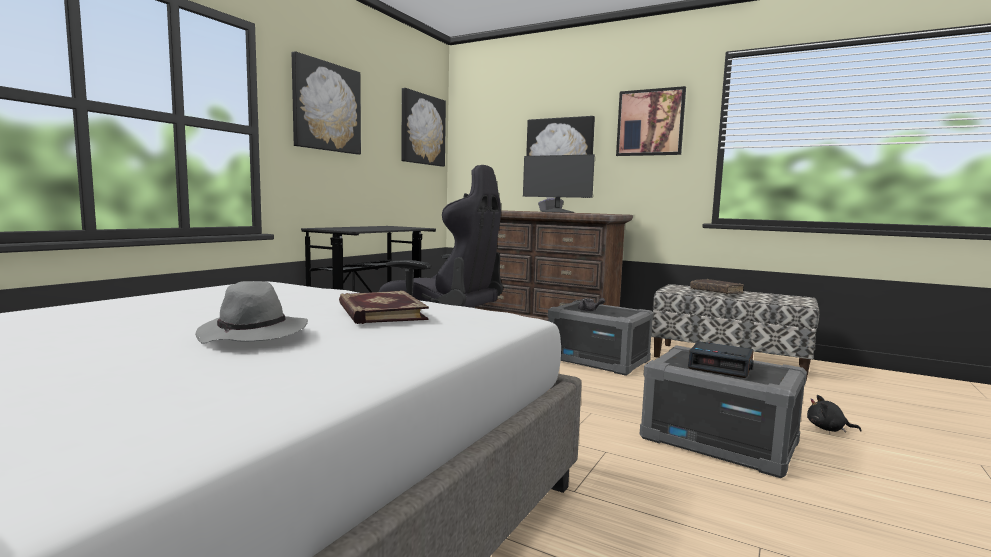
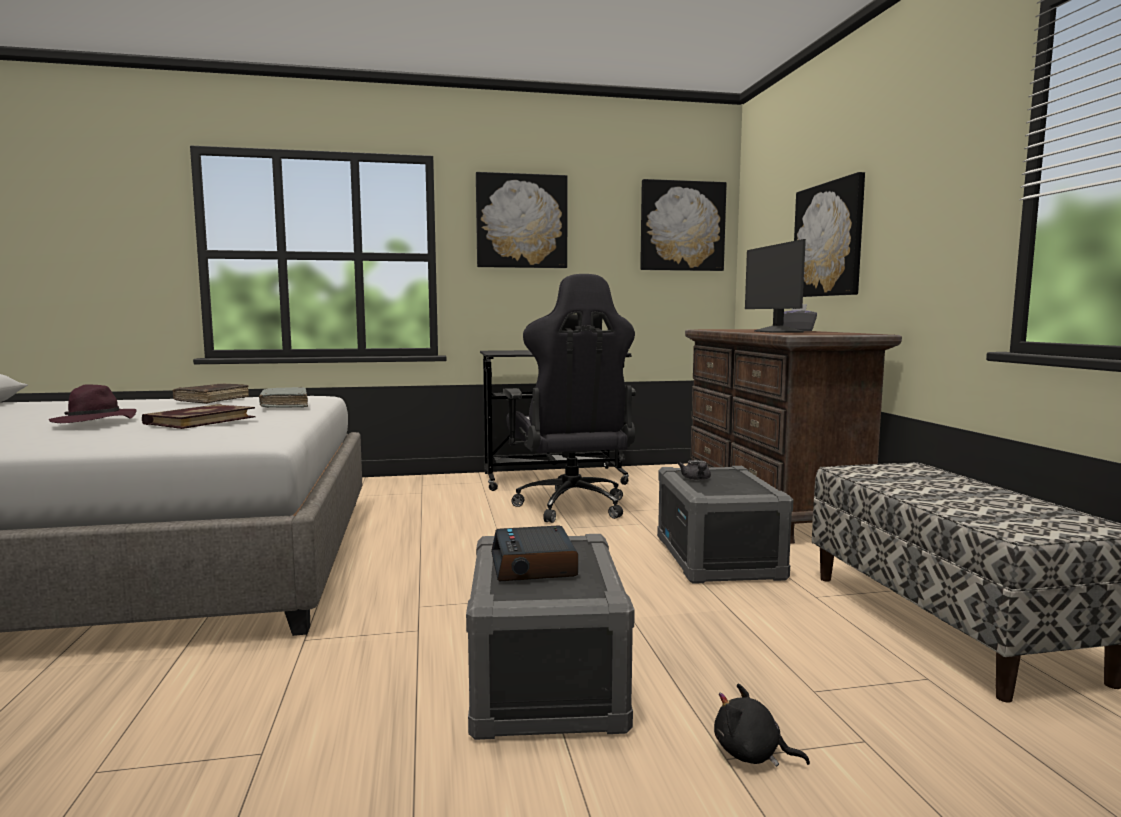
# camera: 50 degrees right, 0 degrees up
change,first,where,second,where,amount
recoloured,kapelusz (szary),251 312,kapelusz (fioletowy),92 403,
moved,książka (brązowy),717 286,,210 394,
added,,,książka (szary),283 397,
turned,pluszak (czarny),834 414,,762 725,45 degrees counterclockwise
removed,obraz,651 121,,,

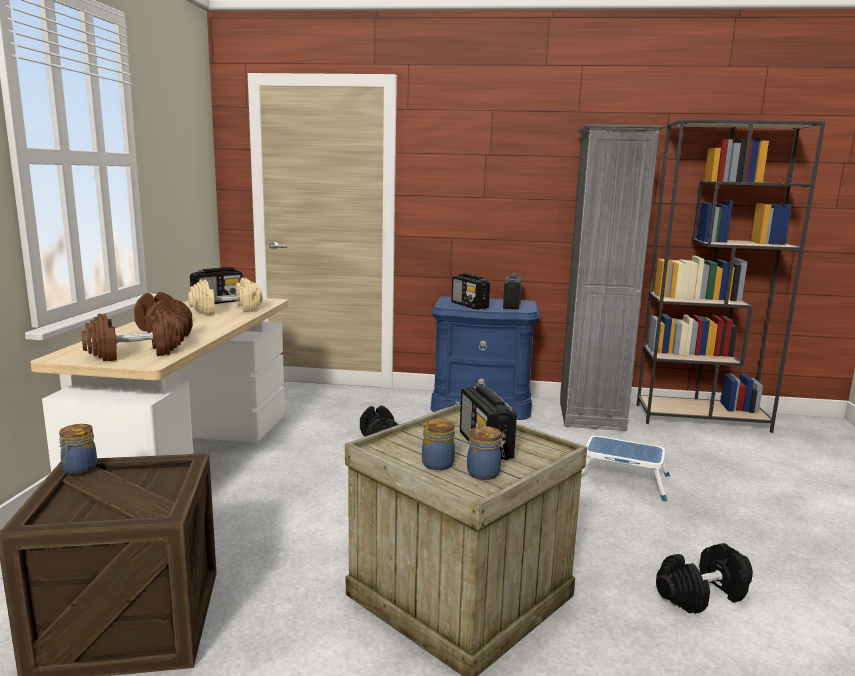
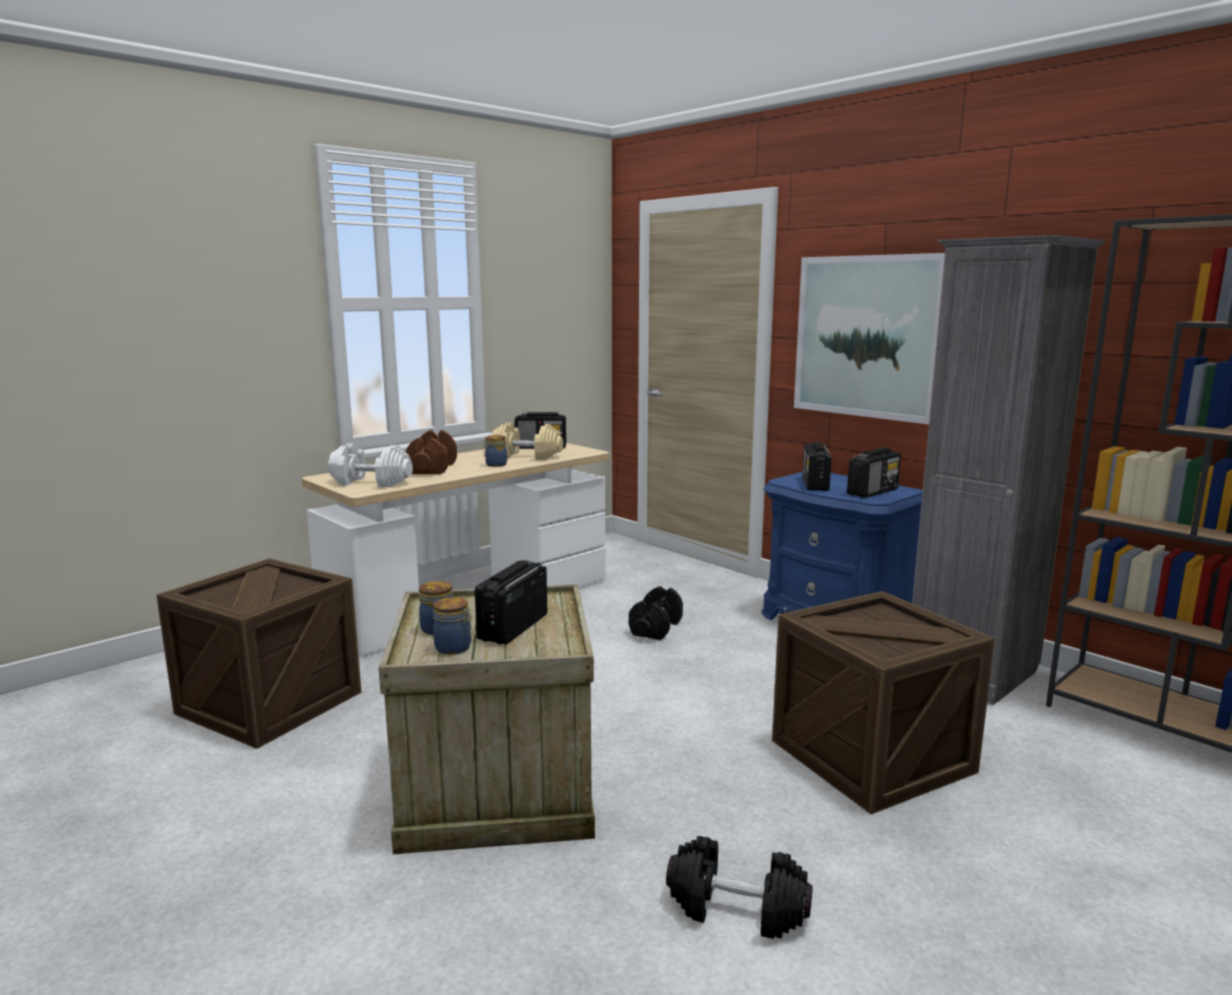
# camera: 40 degrees right, 0 degrees up
change,first,where,second,where,amount
recoloured,hantel (brązowy),132 335,hantel (biały),370 465,
moved,słoik,78 449,,495 451,
replaced,drabinka (niebieski),625 468,skrzynka,883 702,
added,,,obraz,869 338,

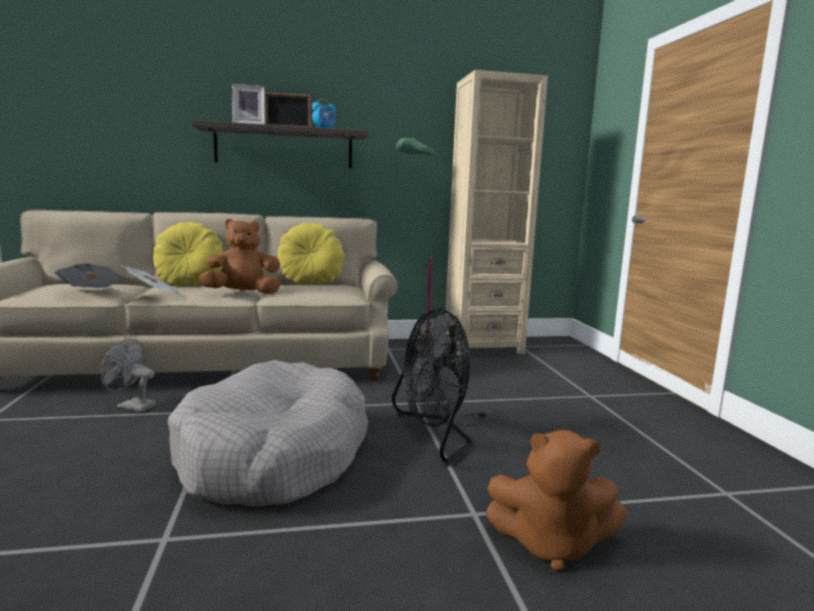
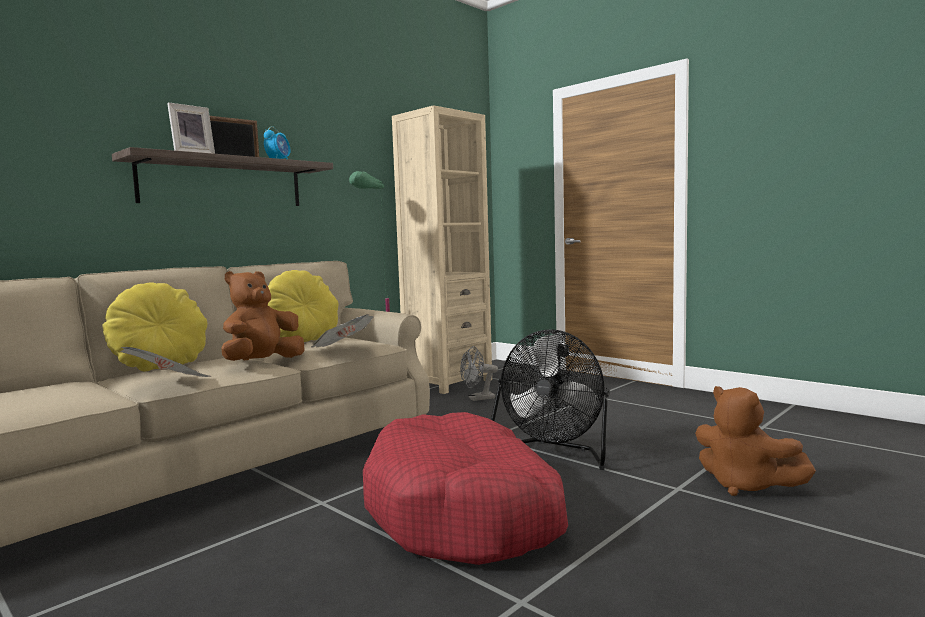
# camera: 35 degrees left, 5 degrees down
change,first,where,second,where,amount
moved,gazeta,88 276,,342 330,
recoloured,legowisko (szary),268 433,legowisko (czerwony),465 488,
moved,wentylator (szary),128 375,,479 373,
turned,pluszak (brązowy),556 501,,755 441,75 degrees clockwise

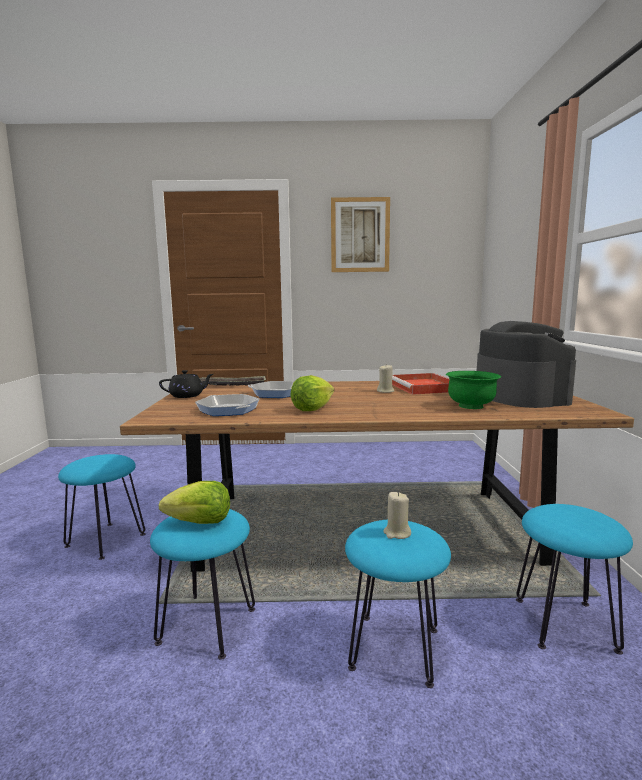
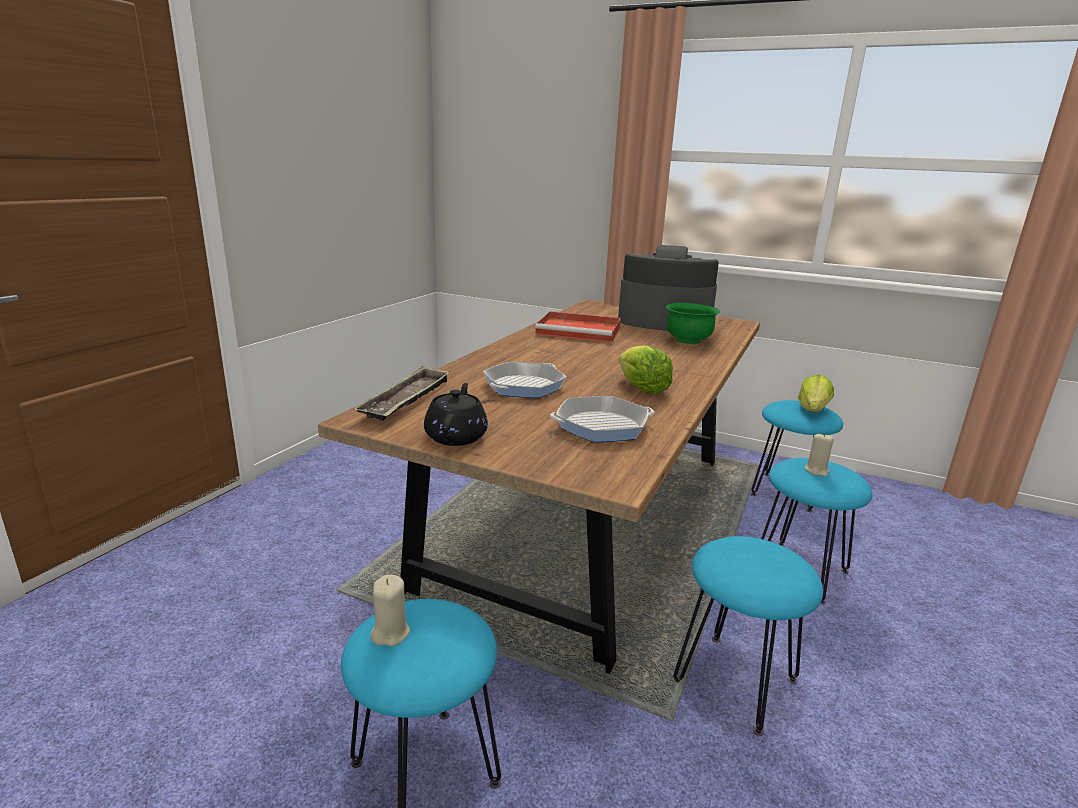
# camera: 65 degrees left, 10 degrees up
change,first,where,second,where,amount
moved,świeca (beżowy),385 379,,390 610,
moved,sałata,194 502,,816 393,
removed,obraz,360 234,,,

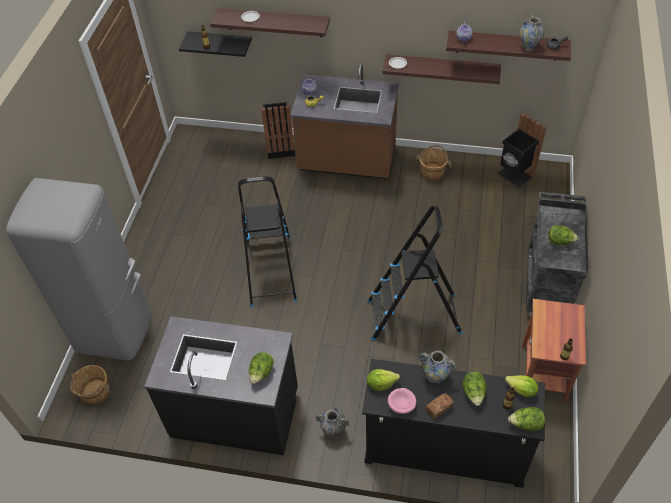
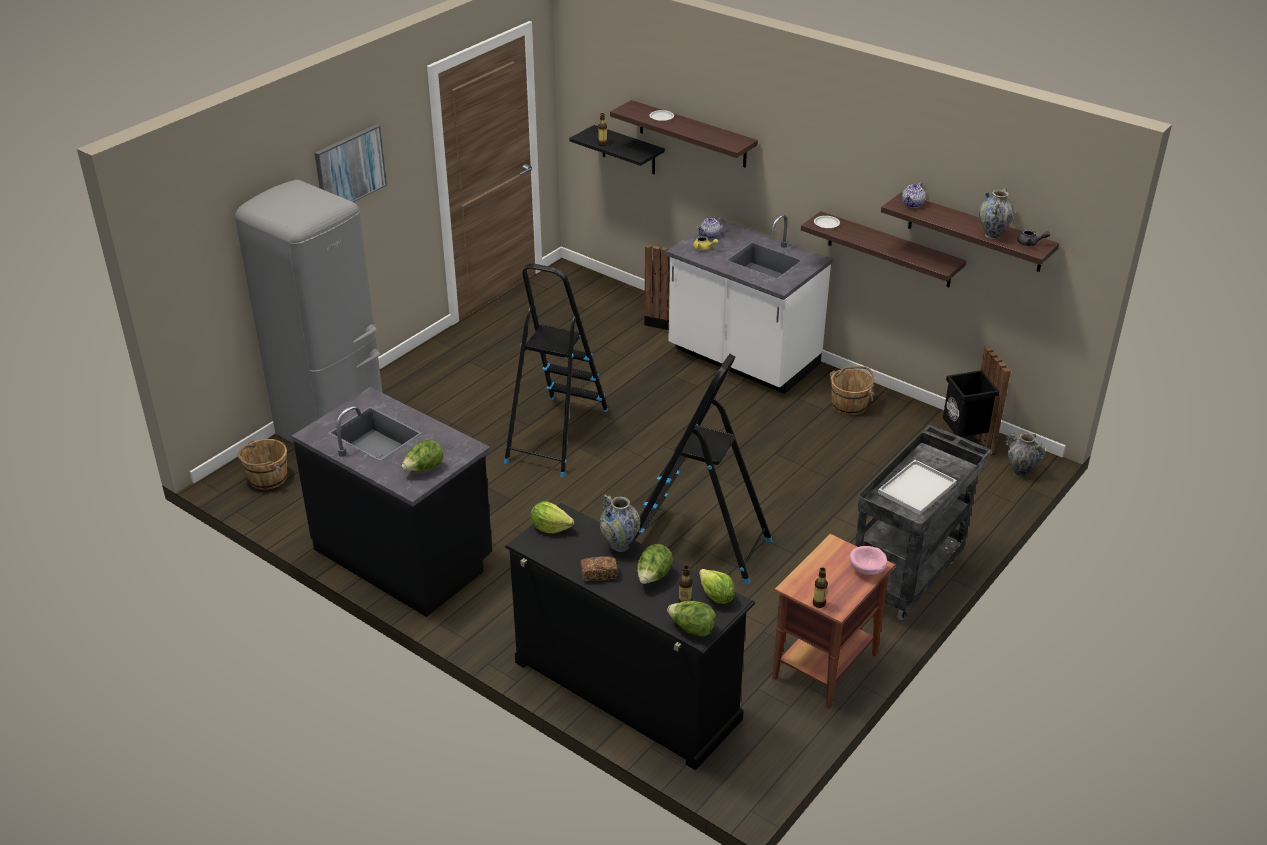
# camera: 25 degrees right, 15 degrees down
change,first,where,second,where,amount
added,,,obraz,351 163,
recoloured,zabudowa kuchenna (brązowy),344 121,zabudowa kuchenna (biały),749 304,
moved,miska (różowy),402 401,,869 560,
replaced,sałata,563 235,taca (biały),917 487,
moved,wazon,332 422,,1025 455,

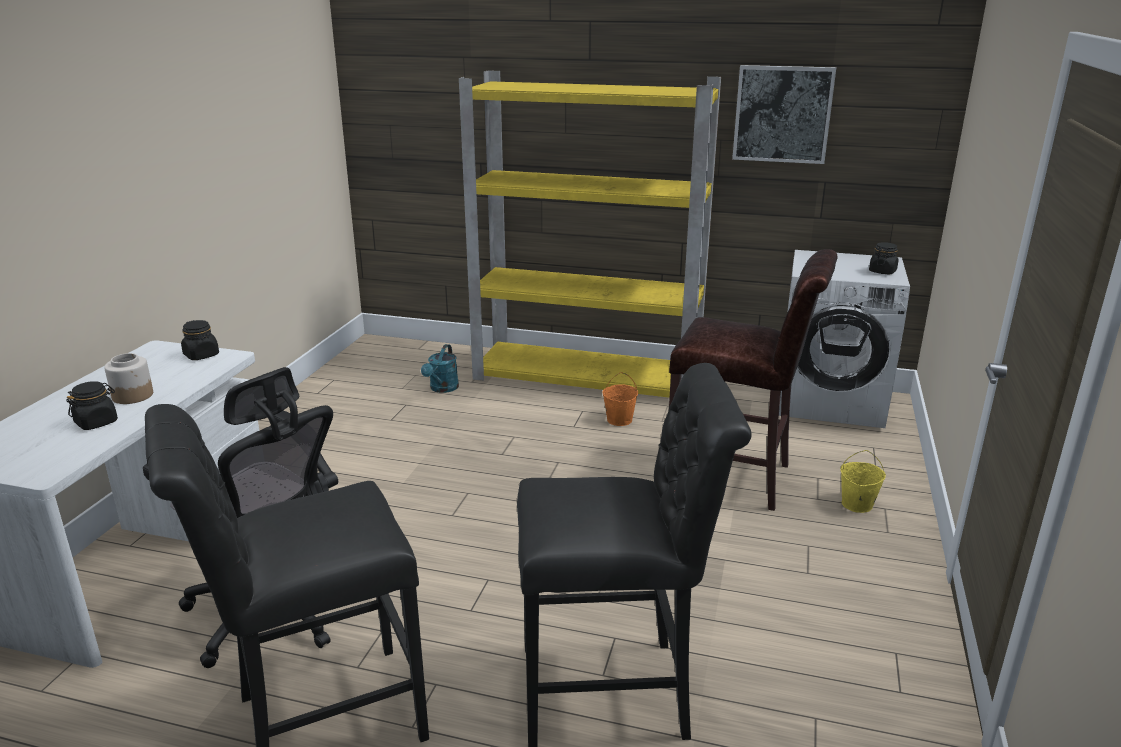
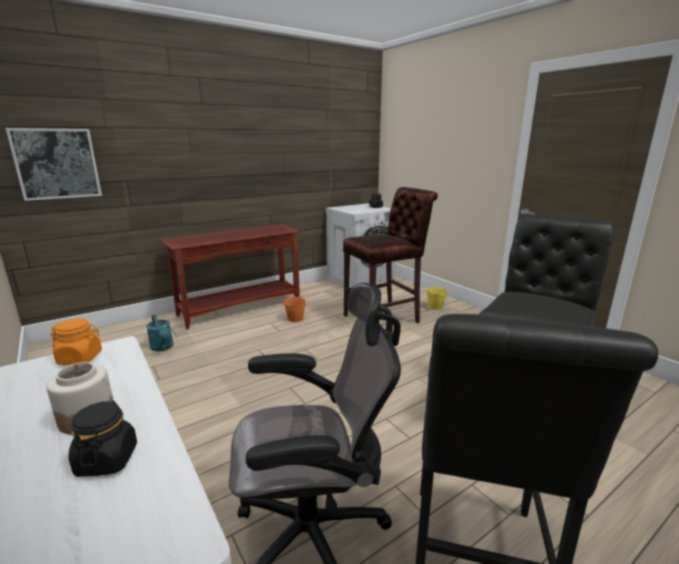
# camera: 50 degrees left, 5 degrees down
change,first,where,second,where,amount
moved,obraz,784 114,,54 164,
recoloured,słoik (czarny),200 340,słoik (pomarańczowy),76 341,
replaced,regał (żółty),590 234,stolik konsolowy (brązowy),231 277,

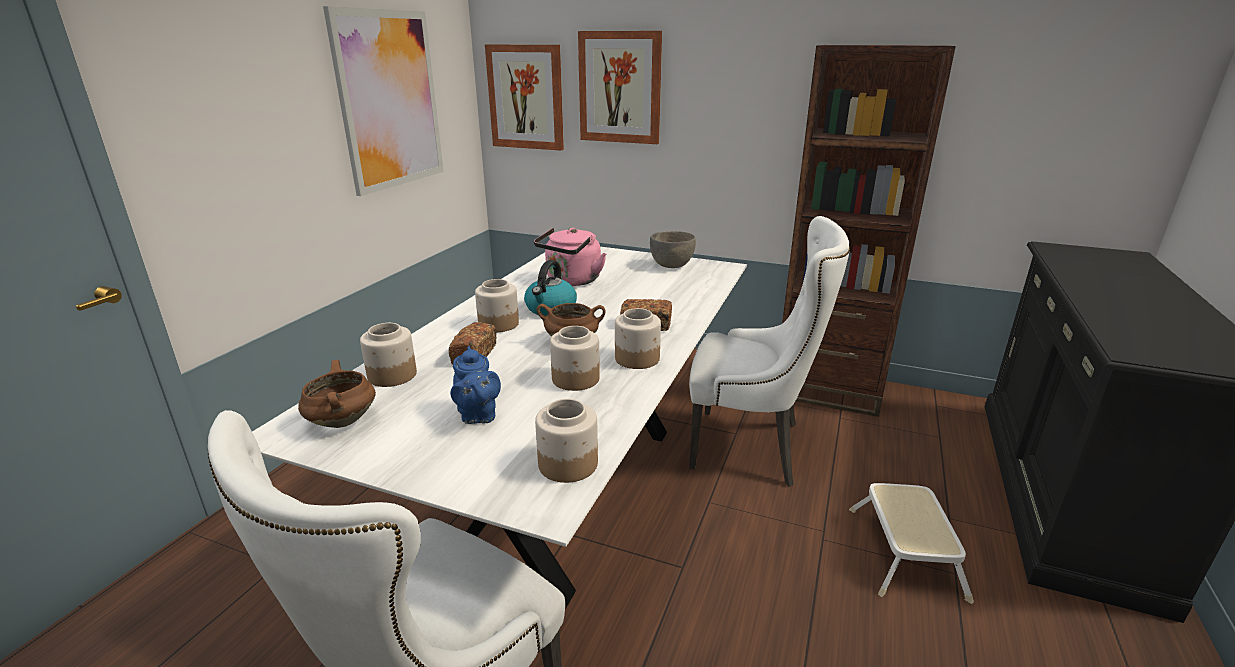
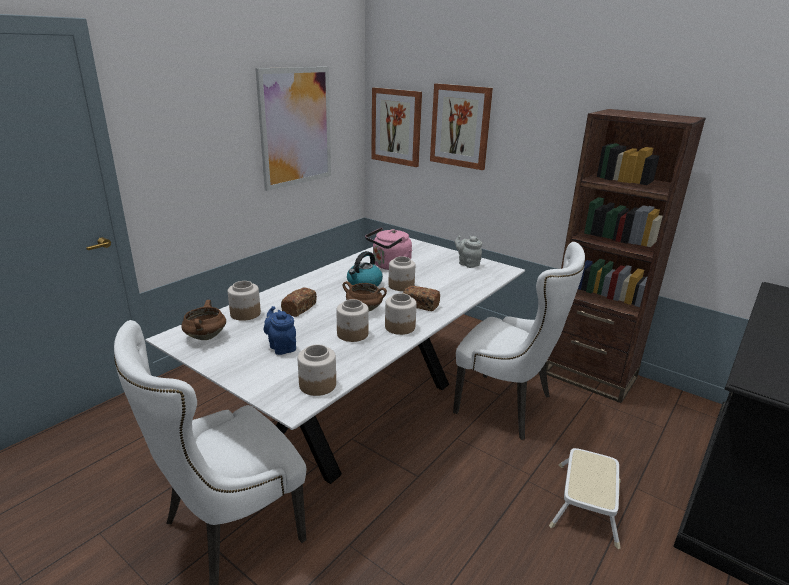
# camera: 15 degrees right, 0 degrees up
change,first,where,second,where,amount
turned,imbryk (niebieski),476 385,,280 330,150 degrees clockwise
moved,słoik,497 305,,401 273,
replaced,miska (szary),673 249,imbryk (szary),468 252,

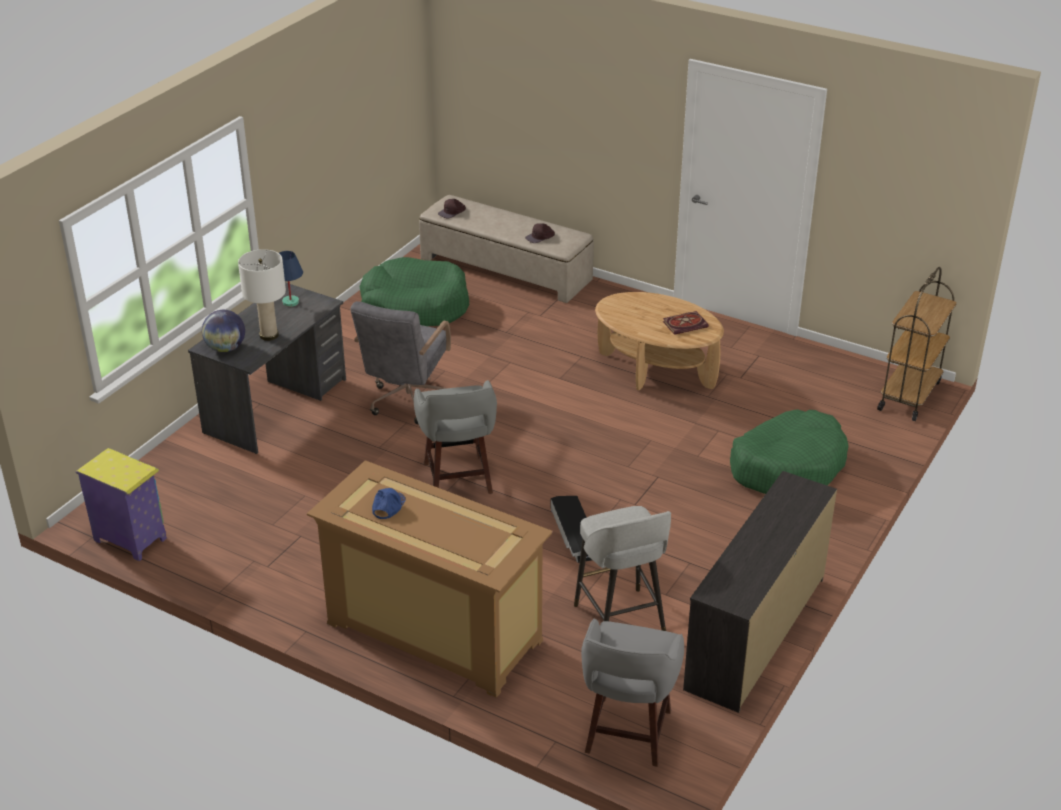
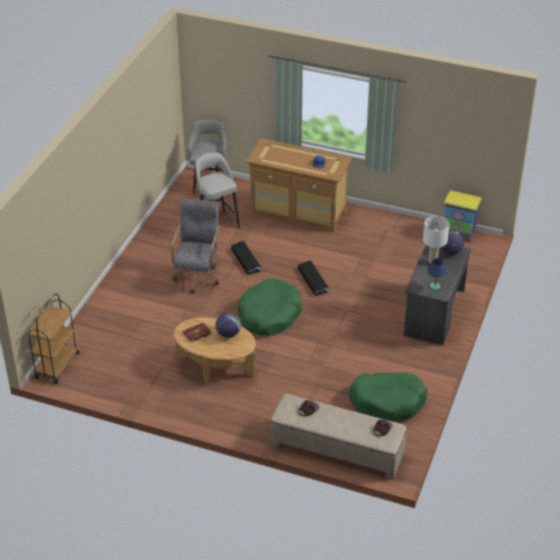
# camera: 170 degrees right, 5 degrees up
change,first,where,second,where,amount
moved,krzesło biurowe (szary),401 362,,195 246,
added,,,globus,228 325,
moved,legowisko (zielony),789 451,,270 307,
replaced,stołek (szary),455 437,pojemnik do przechowywania (czarny),313 278,
removed,komoda (czarny),760 592,,,

